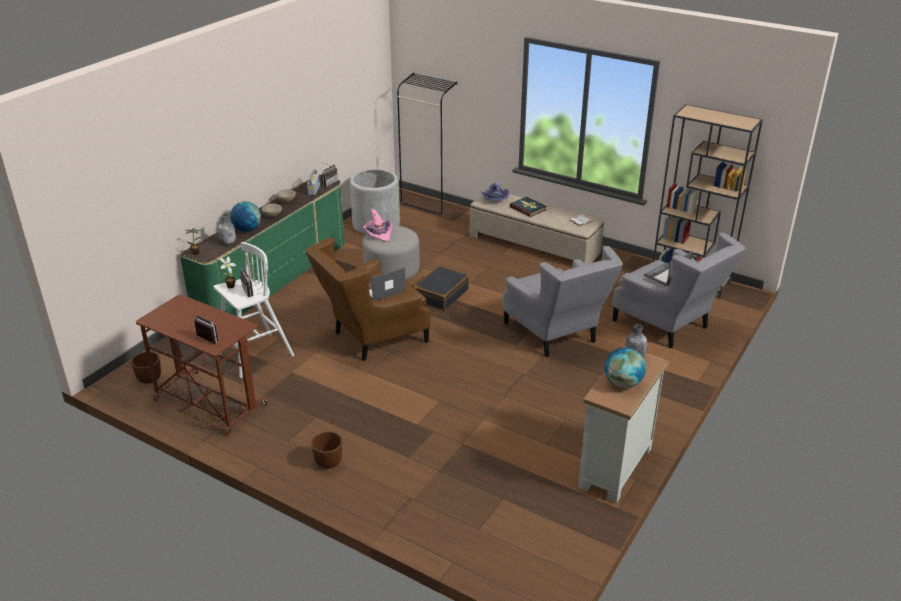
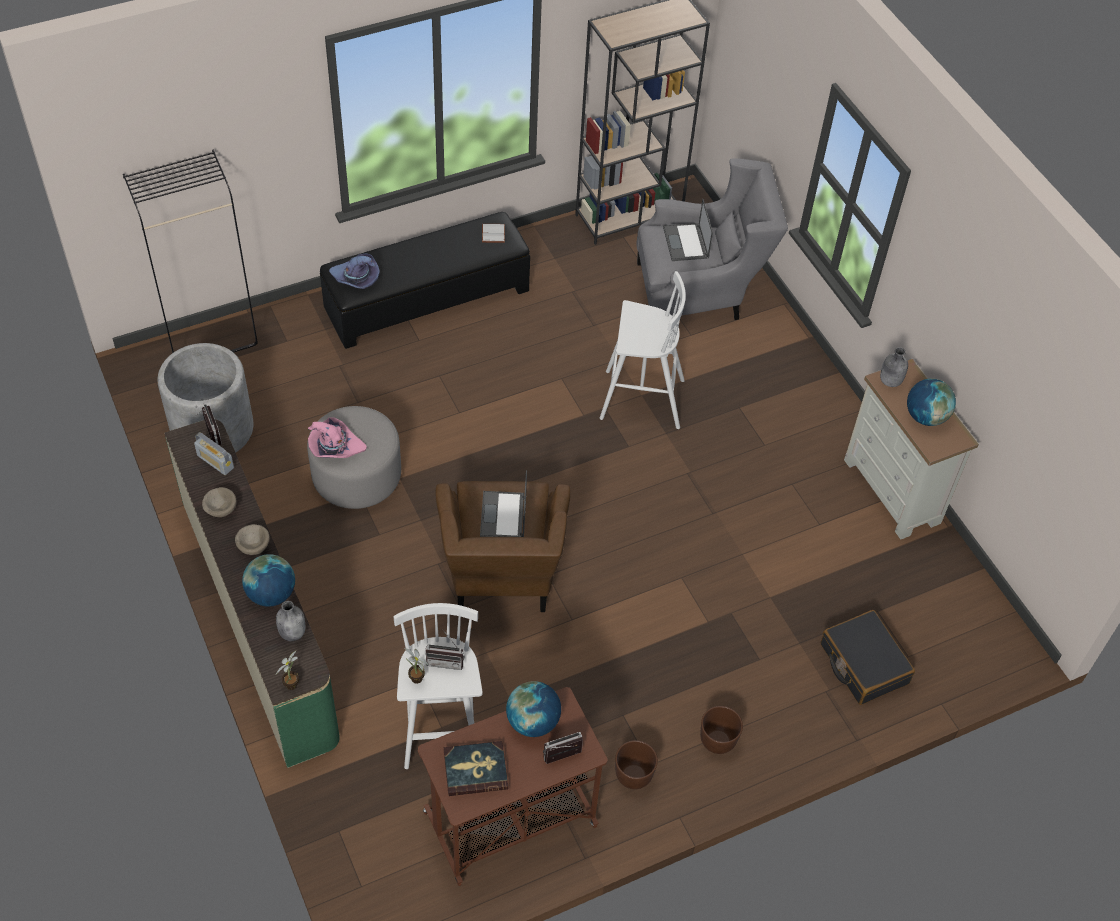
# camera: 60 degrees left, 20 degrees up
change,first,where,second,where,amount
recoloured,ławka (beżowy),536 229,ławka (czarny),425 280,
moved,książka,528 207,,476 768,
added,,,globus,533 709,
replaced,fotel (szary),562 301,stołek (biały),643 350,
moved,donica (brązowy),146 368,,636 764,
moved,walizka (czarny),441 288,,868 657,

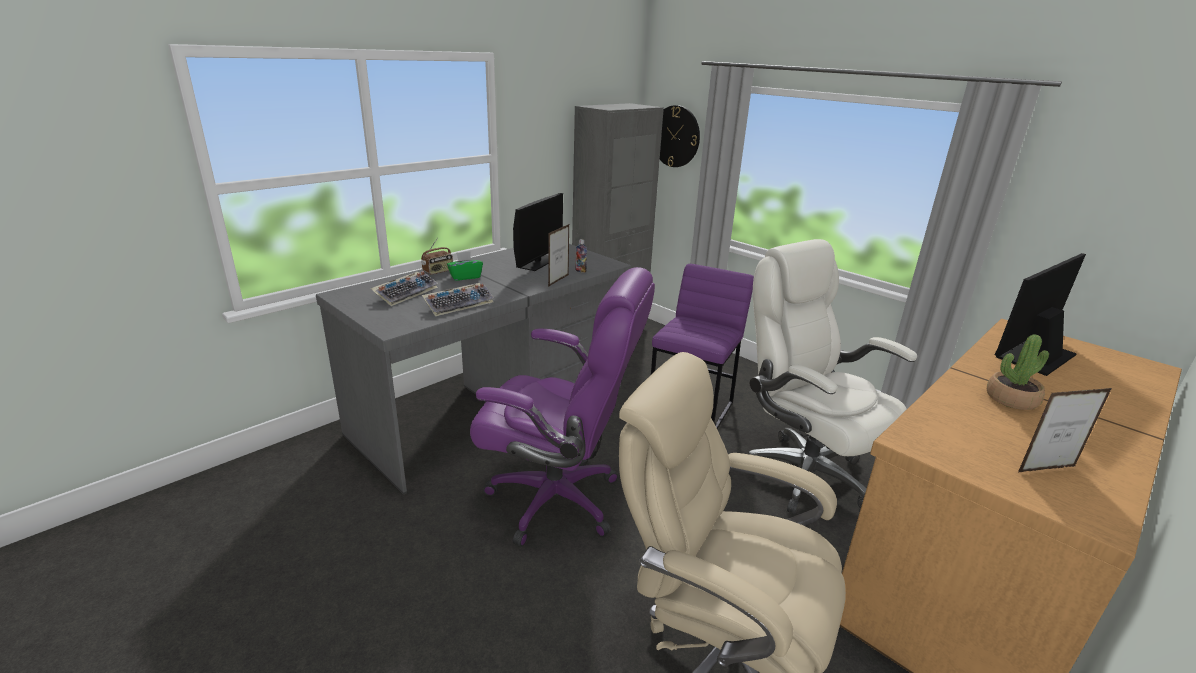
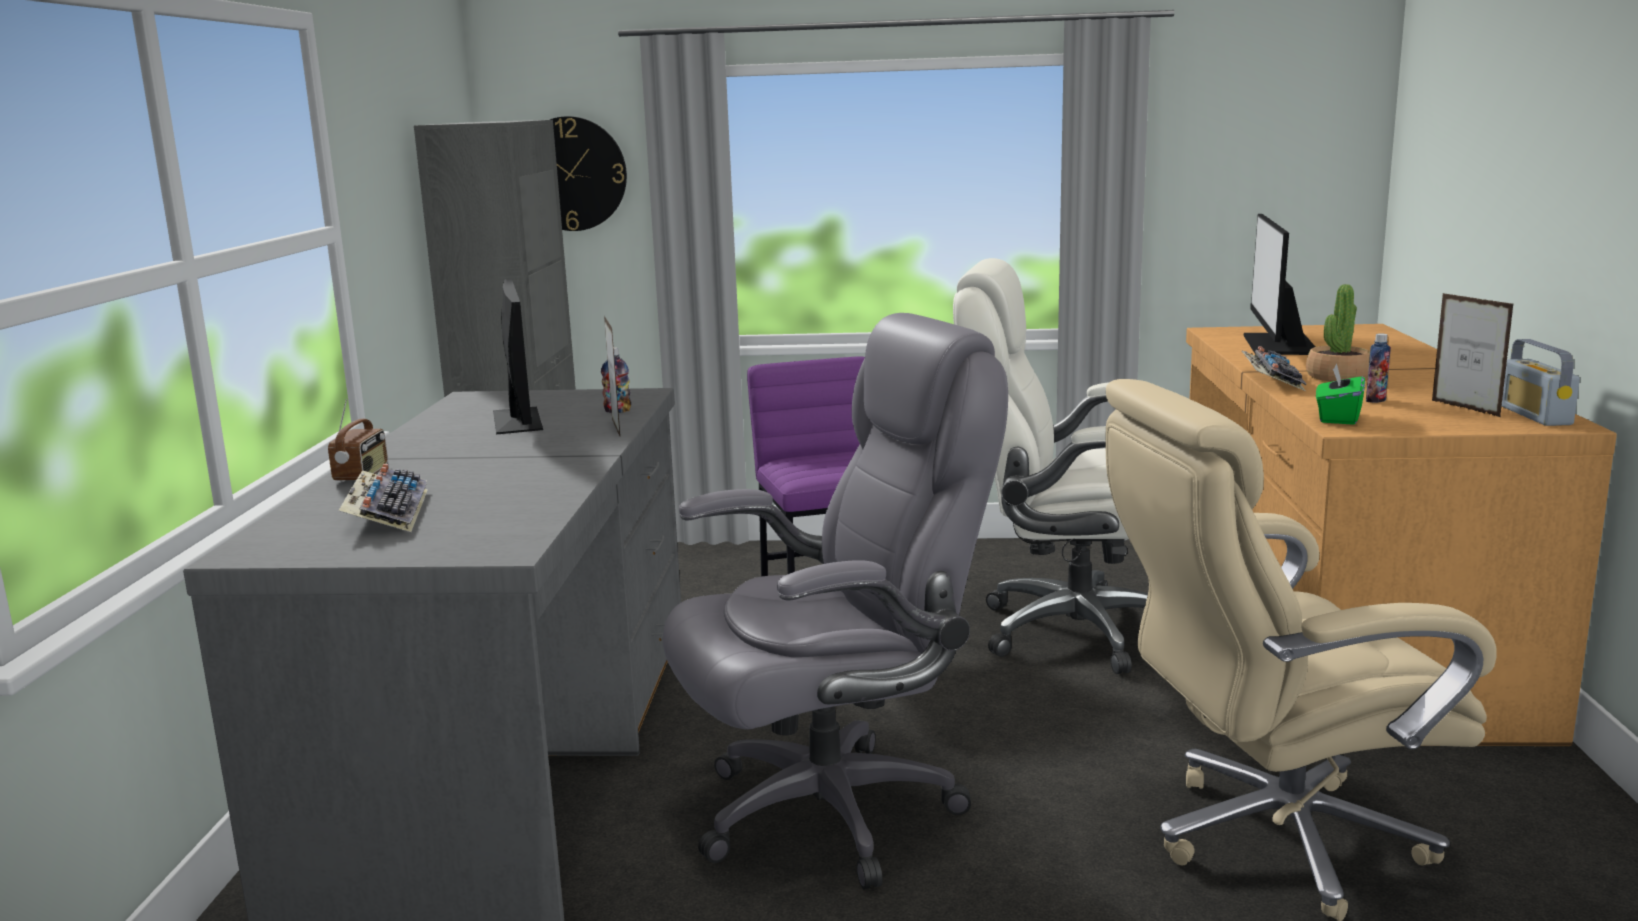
# camera: 40 degrees left, 10 degrees down
change,first,where,second,where,amount
recoloured,krzesło biurowe (fioletowy),562 407,krzesło biurowe (szary),835 601,
moved,klawiatura,458 299,,1273 368,
moved,pudełko chusteczek (zielony),465 266,,1340 394,
added,,,butelka,1378 368,
turned,ramka na zdjęcie,1065 430,,1473 355,120 degrees clockwise
added,,,radio,1541 382,

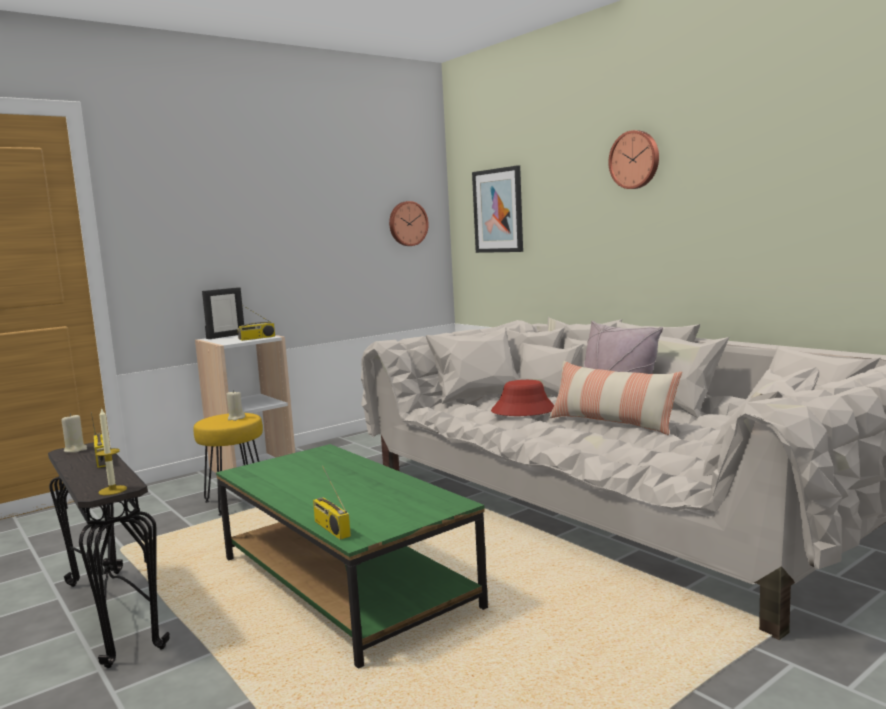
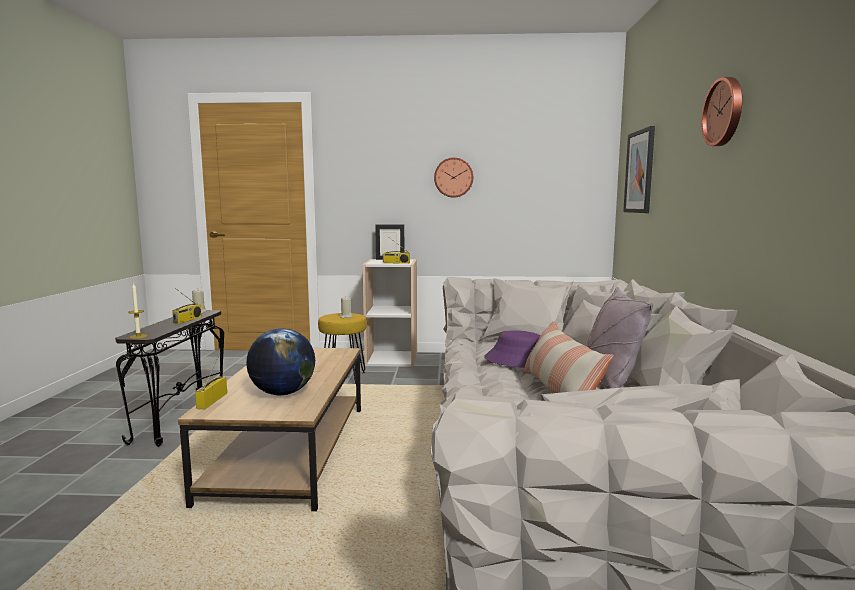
# camera: 40 degrees right, 0 degrees up
change,first,where,second,where,amount
recoloured,ława (zielony),352 556,ława (brązowy),269 429,
added,,,globus,280 361,
moved,zegar ścienny,409 223,,453 177,
recoloured,kapelusz (czerwony),522 398,kapelusz (fioletowy),512 349,

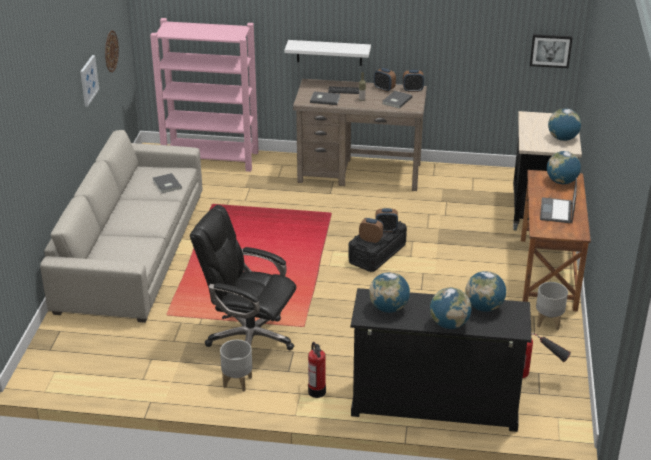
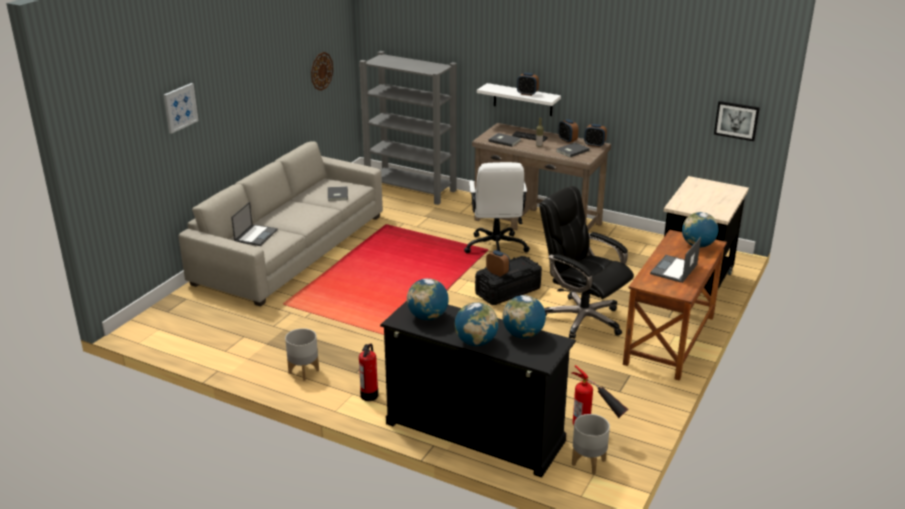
# camera: 20 degrees right, 5 degrees down
change,first,where,second,where,amount
moved,obraz,89 81,,181 108,
added,,,laptop,254 224,
recoloured,regał (różowy),204 95,regał (szary),408 128,
added,,,krzesło biurowe (biały),497 207,
moved,budzik,386 220,,528 84,
moved,krzesło biurowe (czarny),243 277,,586 262,
moved,donica (szary),552 306,,591 444,
removed,globus,564 124,,,

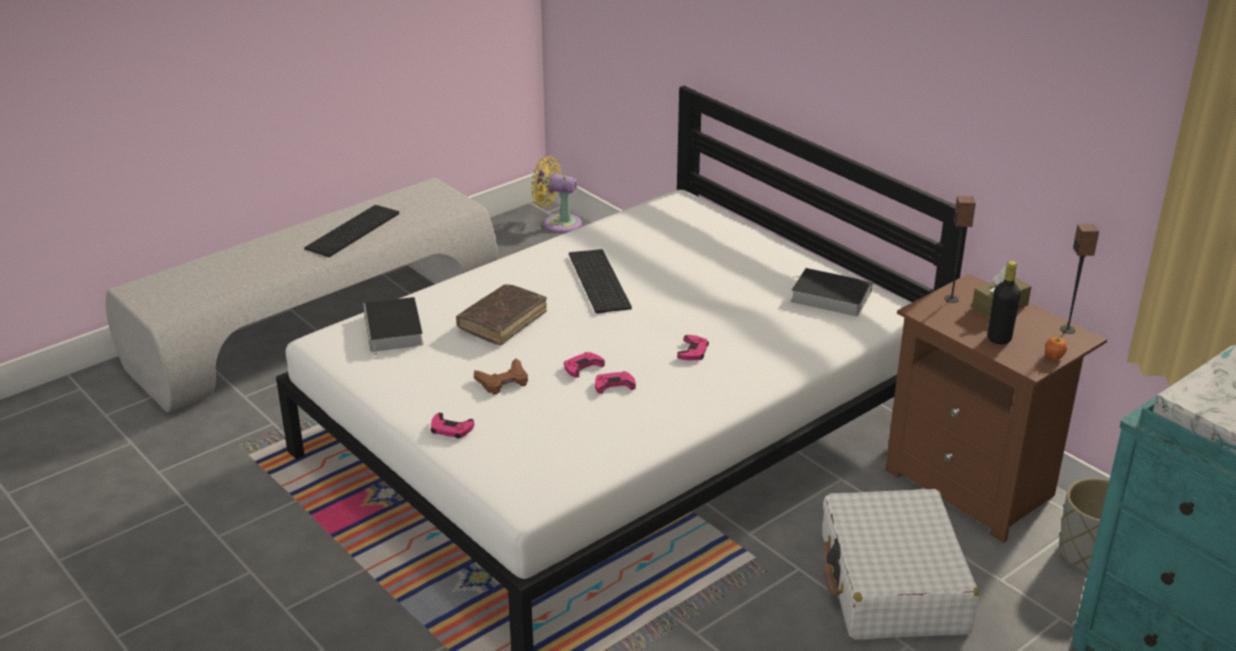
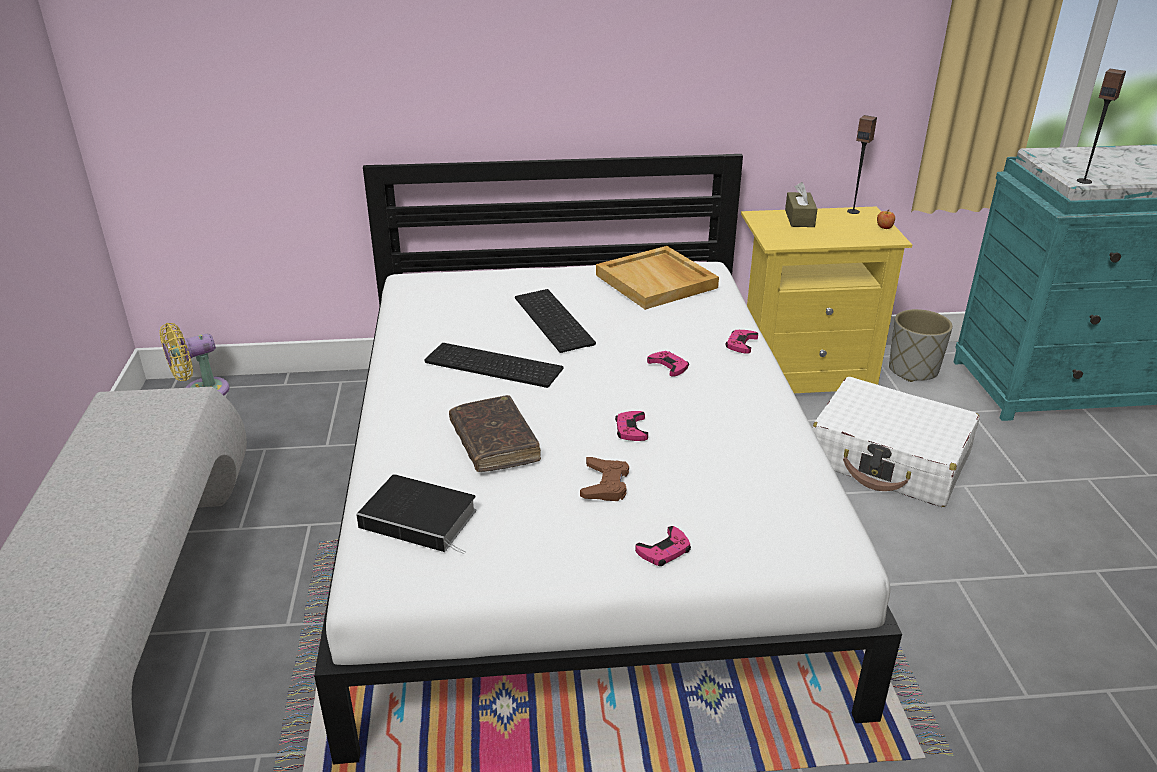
# camera: 55 degrees left, 0 degrees up
change,first,where,second,where,amount
moved,klawiatura,351 231,,555 321,
replaced,książka,832 292,taca (beżowy),657 278,
moved,pad do gier (różowy),615 382,,742 342,
recoloured,szafka nocna (brązowy),996 408,szafka nocna (żółty),826 299,
moved,głośnik,960 249,,1101 126,
removed,butelka (czarny),1004 303,,,

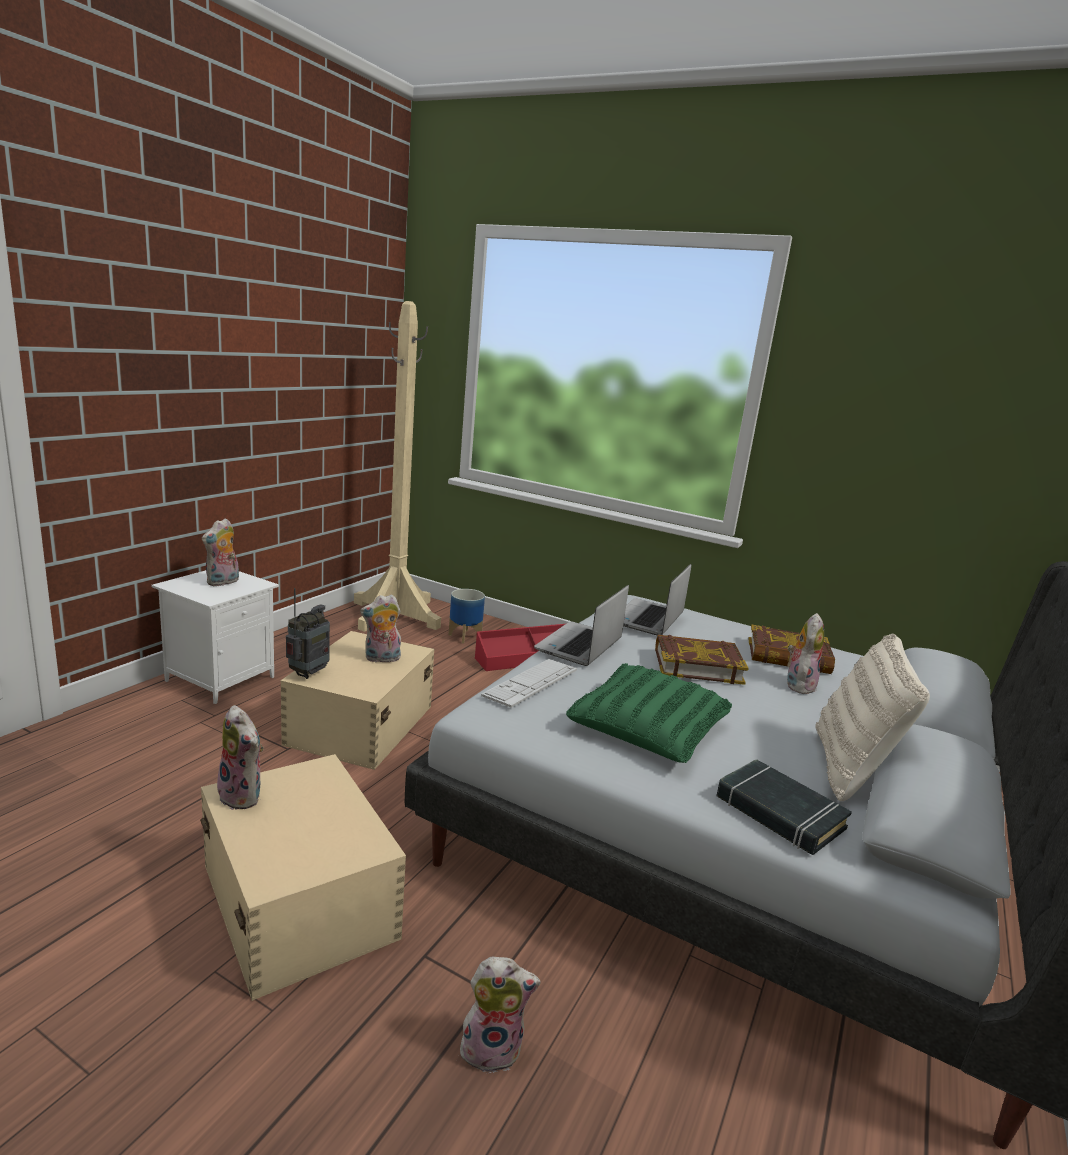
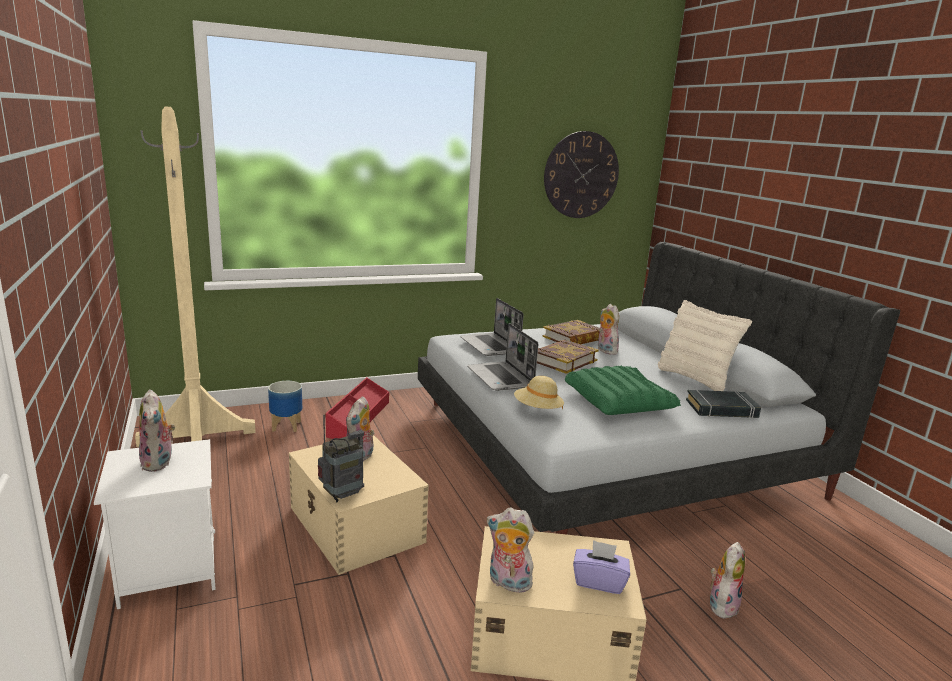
# camera: 50 degrees left, 0 degrees up
change,first,where,second,where,amount
turned,radio,308 633,,341 458,75 degrees clockwise
turned,pluszak,240 757,,510 550,150 degrees counterclockwise
replaced,klawiatura,529 683,kapelusz (beżowy),539 393,
added,,,zegar ścienny,581 174,
added,,,pudełko chusteczek (fioletowy),601 567,

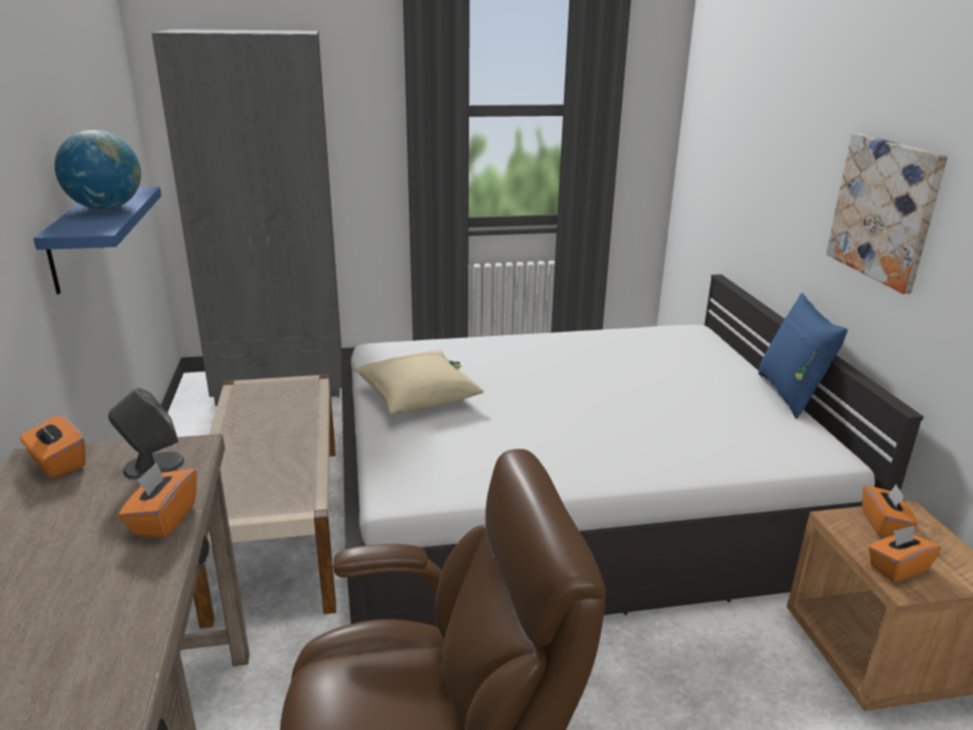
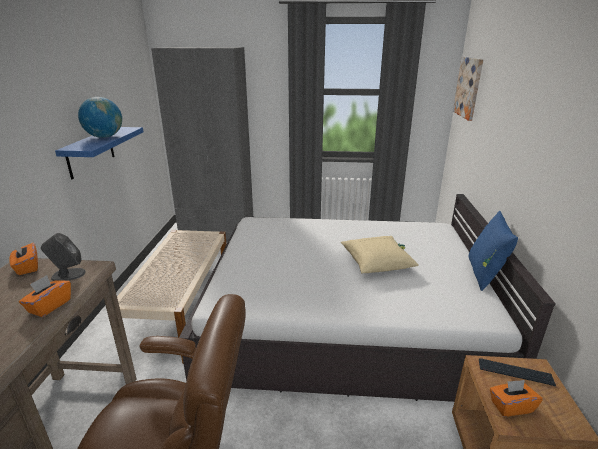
# camera: 15 degrees right, 0 degrees up
change,first,where,second,where,amount
moved,poduszka (beżowy),419 382,,380 254,
moved,obraz,887 213,,468 89,
replaced,pudełko chusteczek (pomarańczowy),889 510,klawiatura,517 372,

